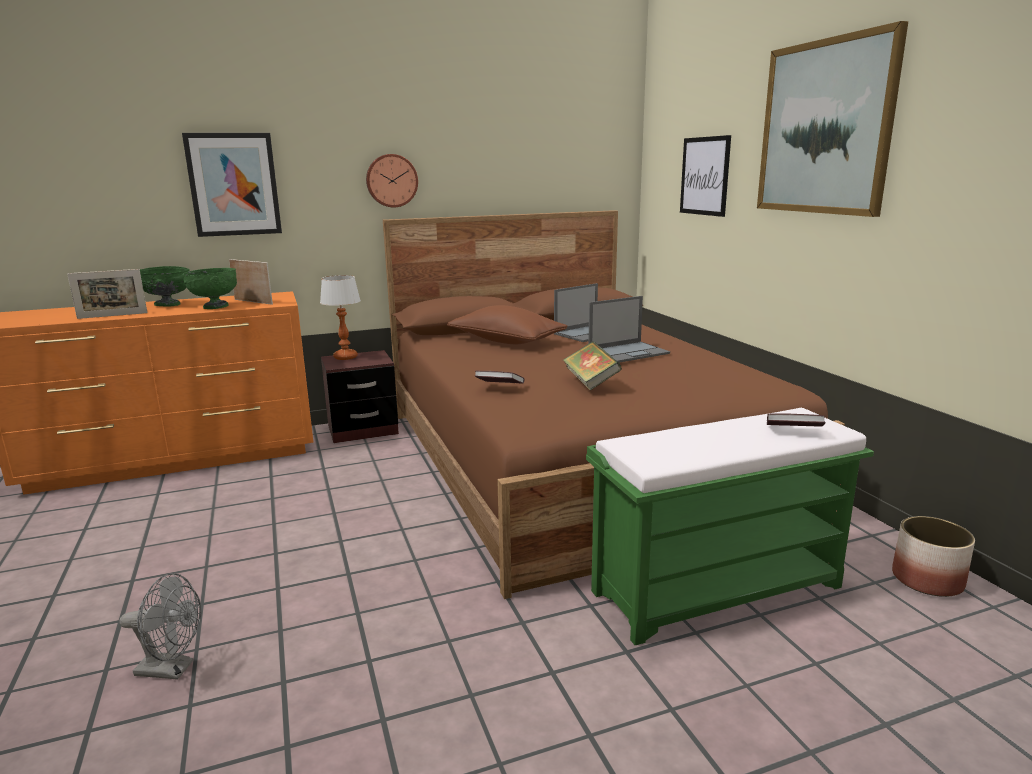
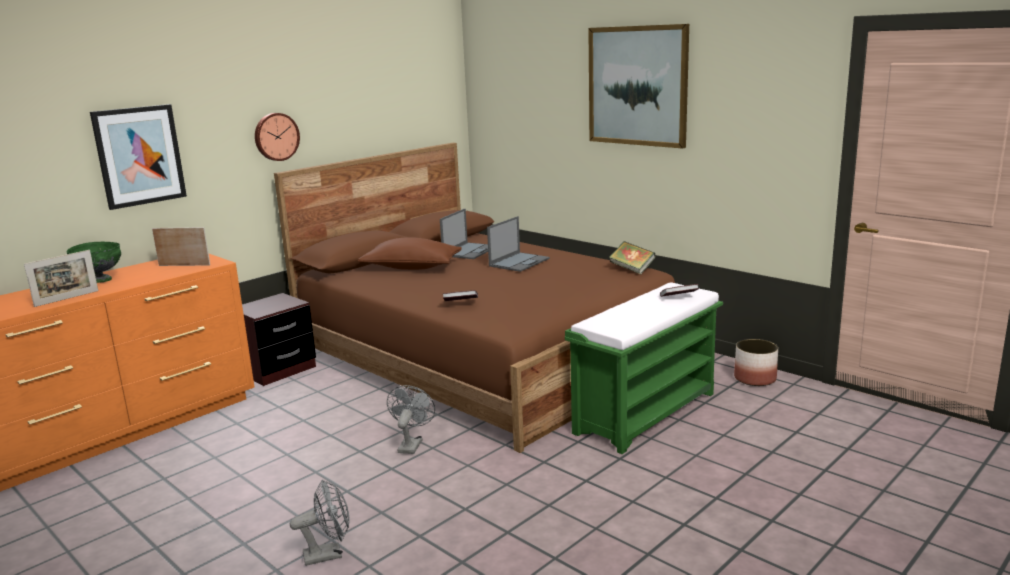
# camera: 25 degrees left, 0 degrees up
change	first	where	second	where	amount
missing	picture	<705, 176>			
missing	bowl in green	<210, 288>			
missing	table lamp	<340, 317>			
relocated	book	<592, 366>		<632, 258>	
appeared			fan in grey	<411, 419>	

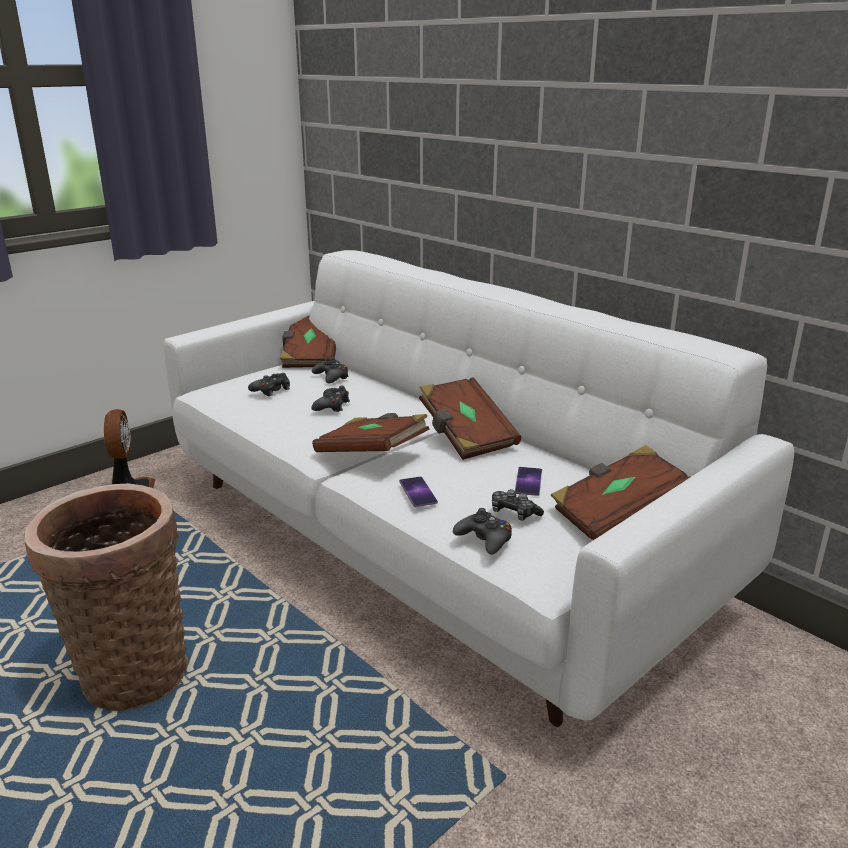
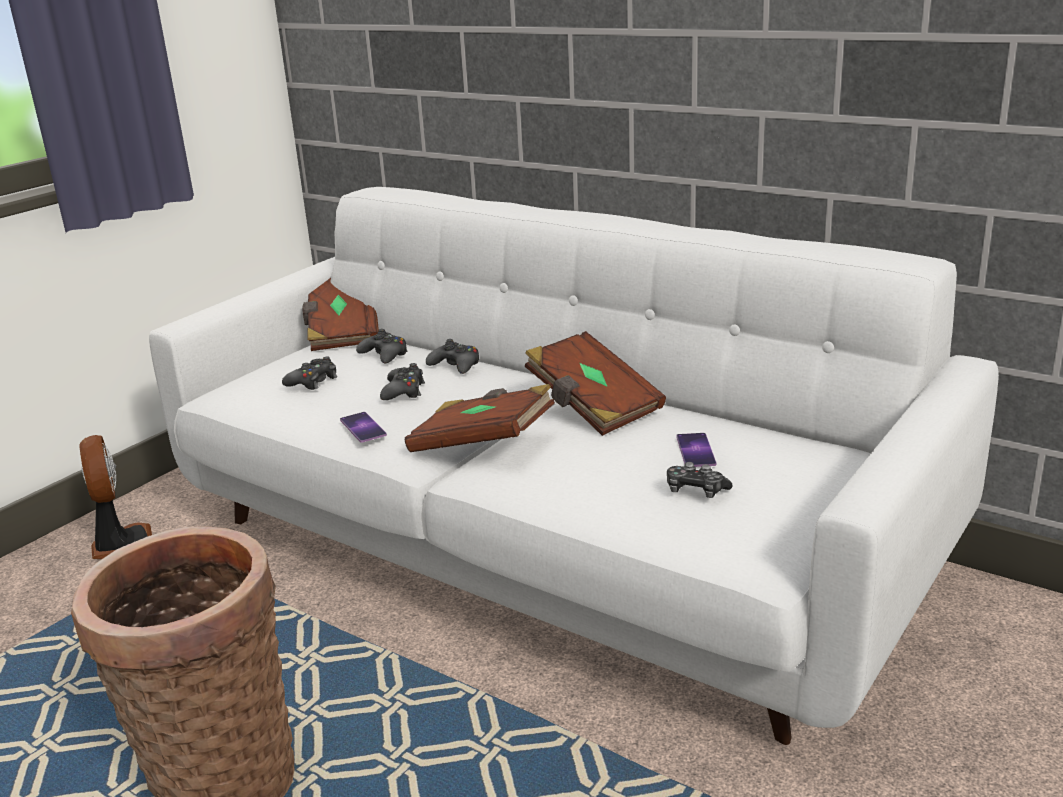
# camera: 10 degrees left, 0 degrees up
change	first	where	second	where	amount
missing	book in brown	<620, 492>			
relocated	phone	<418, 492>		<363, 427>	
relocated	game controller in black	<482, 531>		<452, 356>	

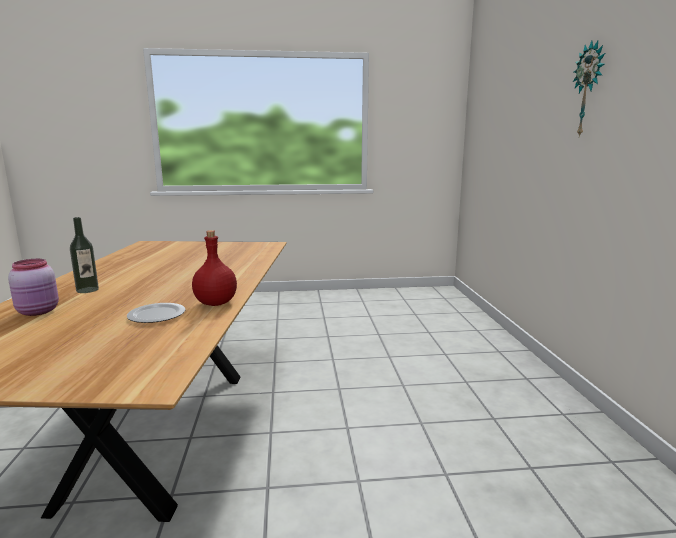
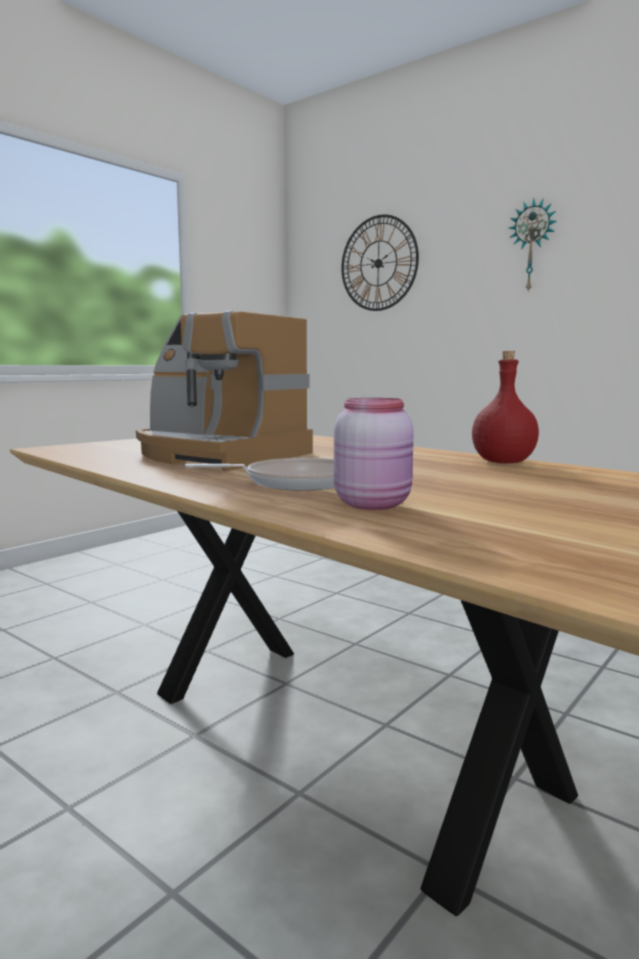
# camera: 45 degrees left, 5 degrees down
change	first	where	second	where	amount
exchanged	bottle	<84, 255>	frying pan	<260, 474>	
missing	plate	<156, 313>			
appeared			wall clock	<380, 263>	
appeared			coffee machine	<224, 390>	

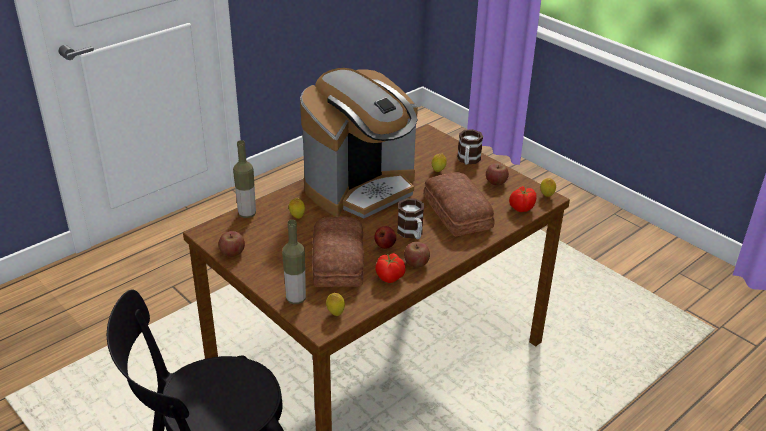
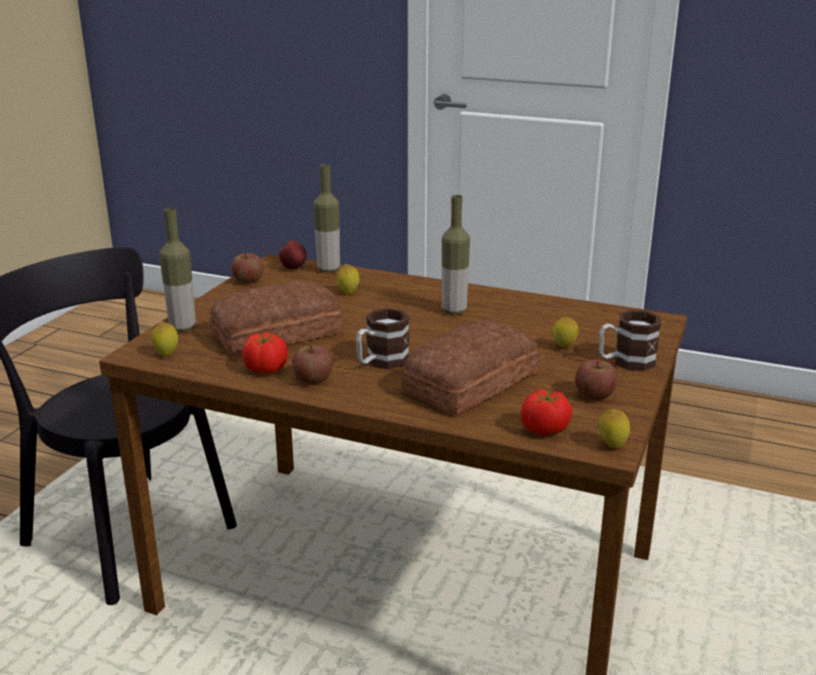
# camera: 65 degrees right, 10 degrees down
change	first	where	second	where	amount
exchanged	coffee machine	<359, 143>	bottle	<456, 255>	
relocated	apple	<385, 237>		<293, 254>	

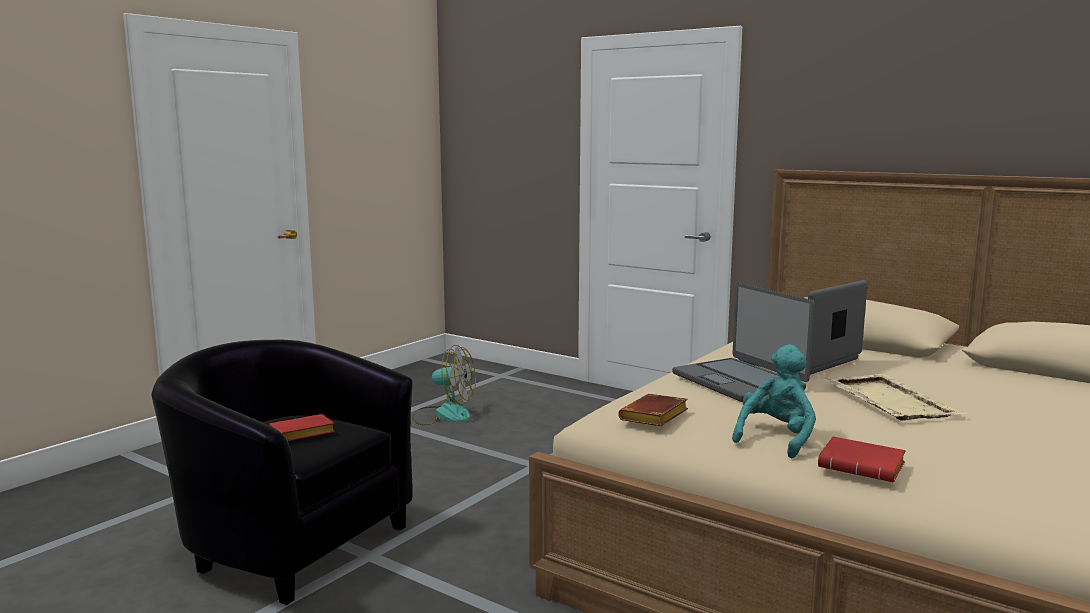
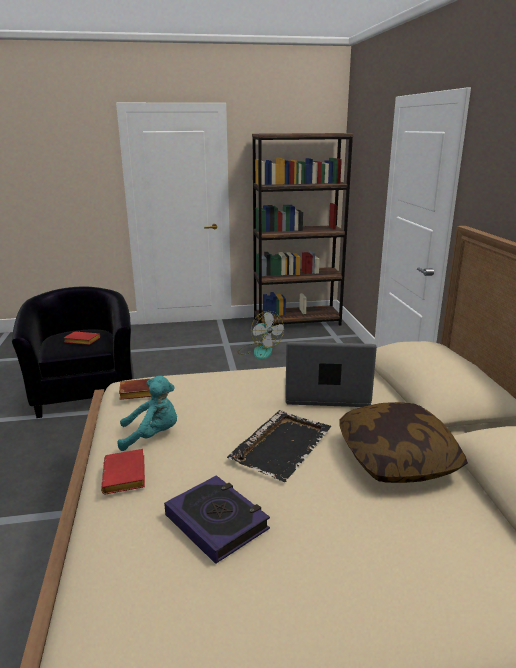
# camera: 45 degrees right, 10 degrees up
change	first	where	second	where	amount
missing	laptop	<743, 342>			
colour	tray in beige	<895, 397>	tray in black	<279, 446>	
appeared			bookcase in brown	<303, 229>	
appeared			pillow	<403, 442>	
appeared			book	<217, 519>	

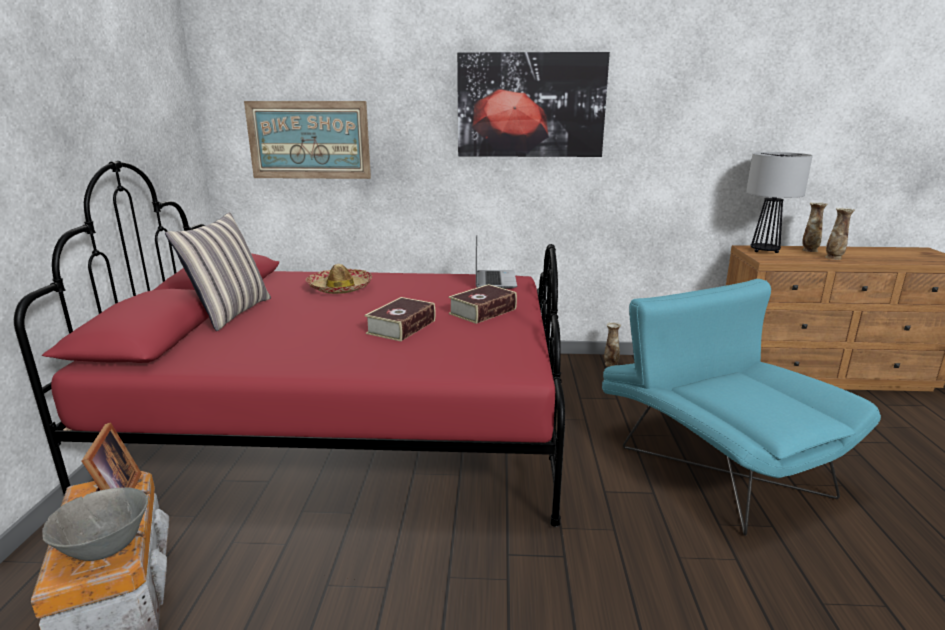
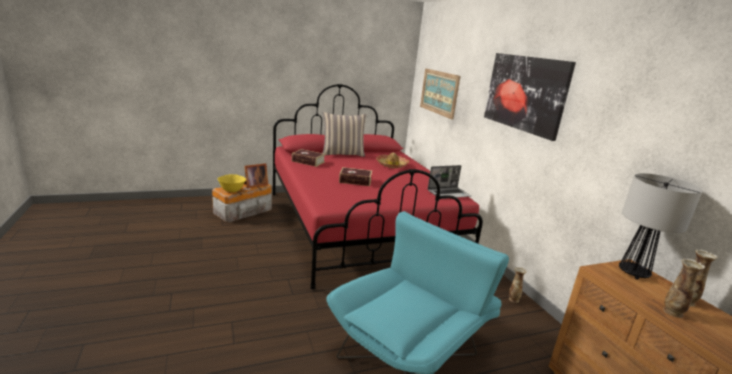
# camera: 65 degrees right, 0 degrees up
change	first	where	second	where	amount
relocated	book	<482, 304>		<308, 158>	
colour	bowl in grey	<95, 524>	bowl in yellow	<232, 183>	

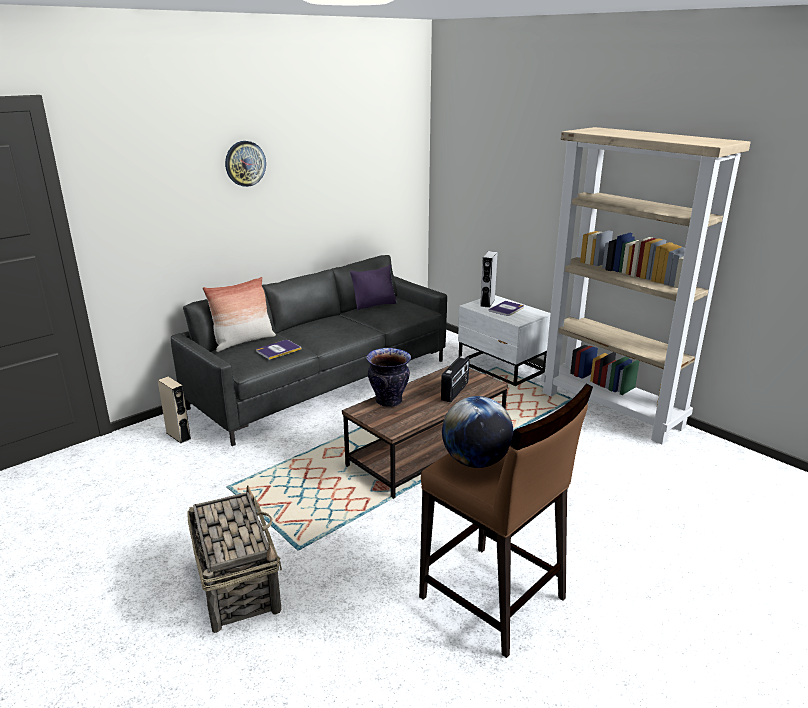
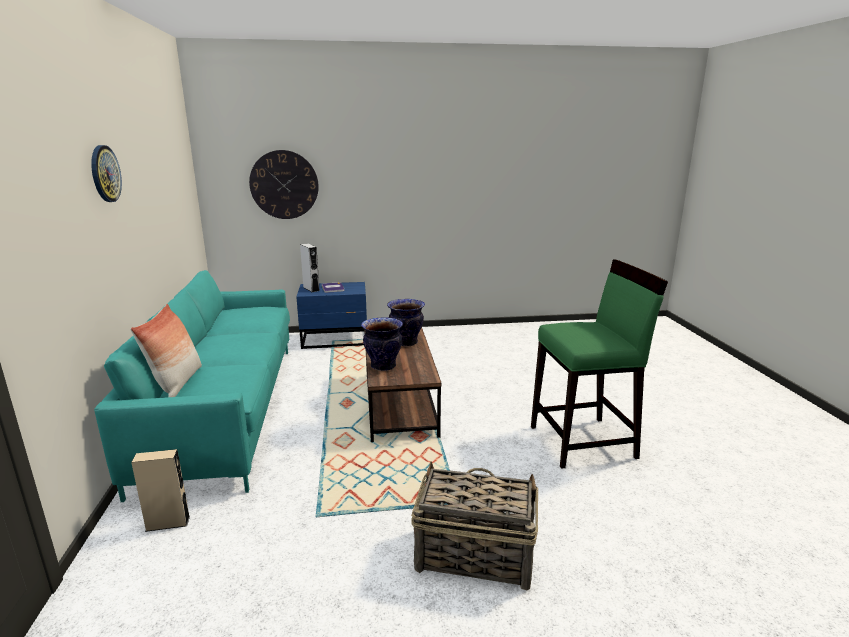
# camera: 55 degrees left, 5 degrees down
change	first	where	second	where	amount
missing	bookcase in beige	<646, 285>			
colour	sofa in grey	<309, 350>	sofa in turquoise	<192, 386>	
missing	pillow in purple	<373, 287>			
colour	nightstand in white	<504, 340>	nightstand in blue	<331, 315>	
missing	book	<278, 350>			
exchanged	radio	<455, 379>	vase	<406, 323>	
colour	stool in brown	<506, 520>	stool in green	<599, 364>	
missing	globe	<477, 432>			
appeared			wall clock	<284, 184>	

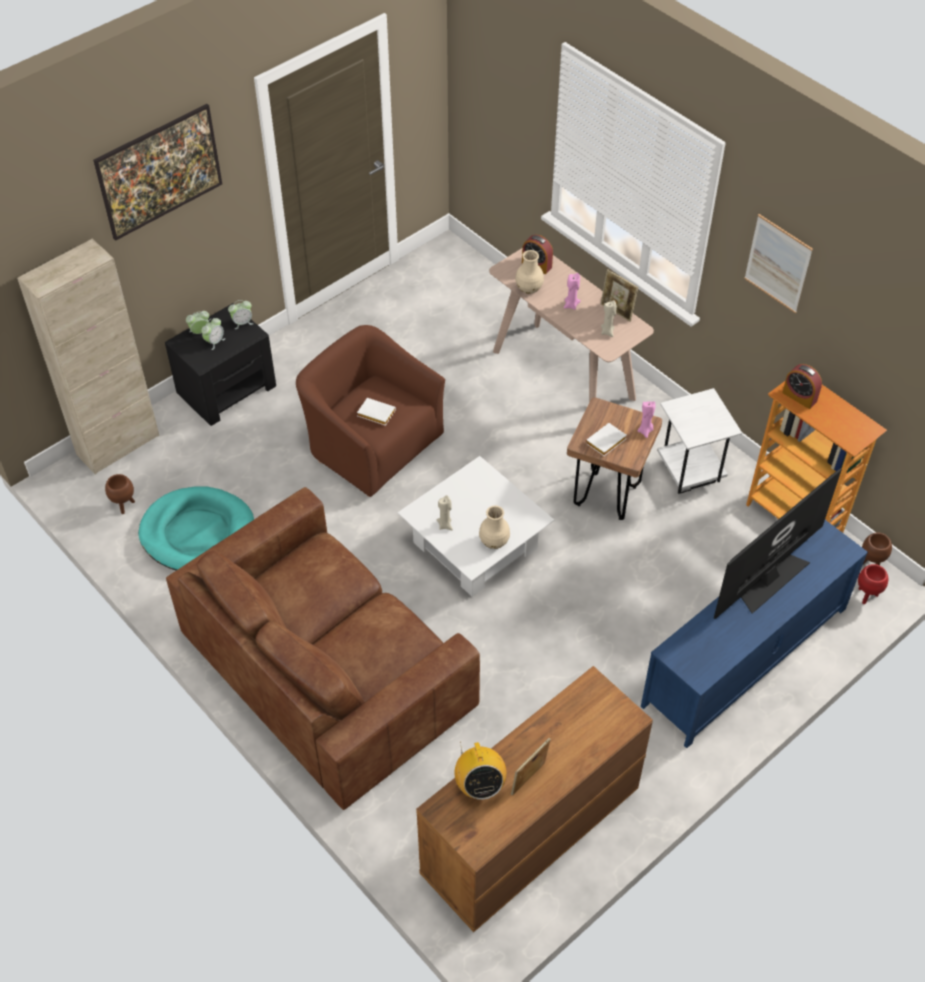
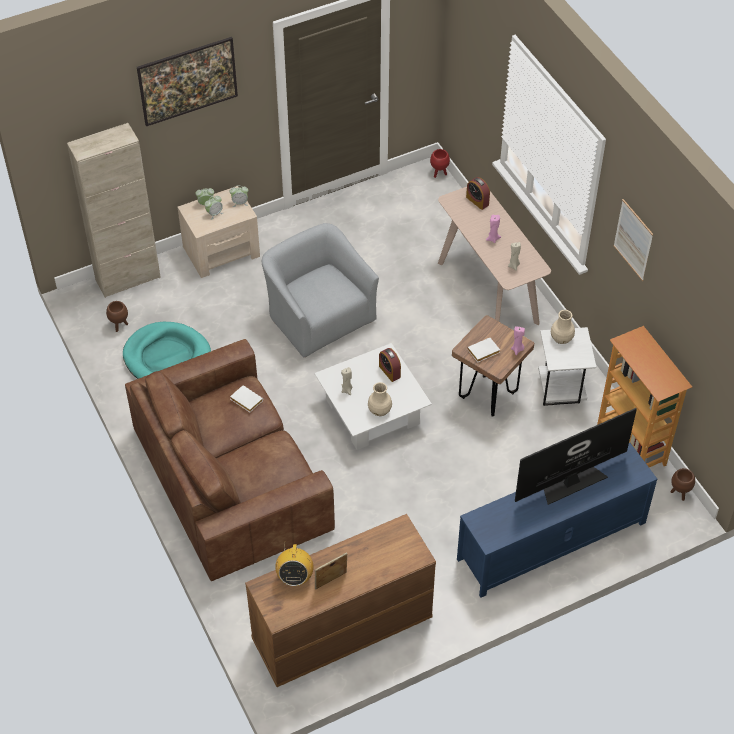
# camera: 15 degrees right, 0 degrees up
change	first	where	second	where	amount
relocated	vase in beige	<529, 272>		<563, 327>	
missing	picture frame	<619, 295>			
colour	nightstand in black	<220, 364>	nightstand in beige	<218, 232>	
colour	armchair in brown	<370, 411>	armchair in grey	<320, 290>	
relocated	alarm clock	<802, 386>		<390, 365>	
relocated	book in white	<376, 412>		<246, 398>	
relocated	planter in red	<873, 584>		<440, 163>	

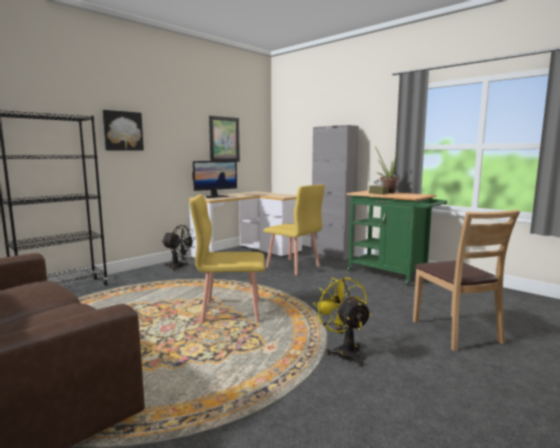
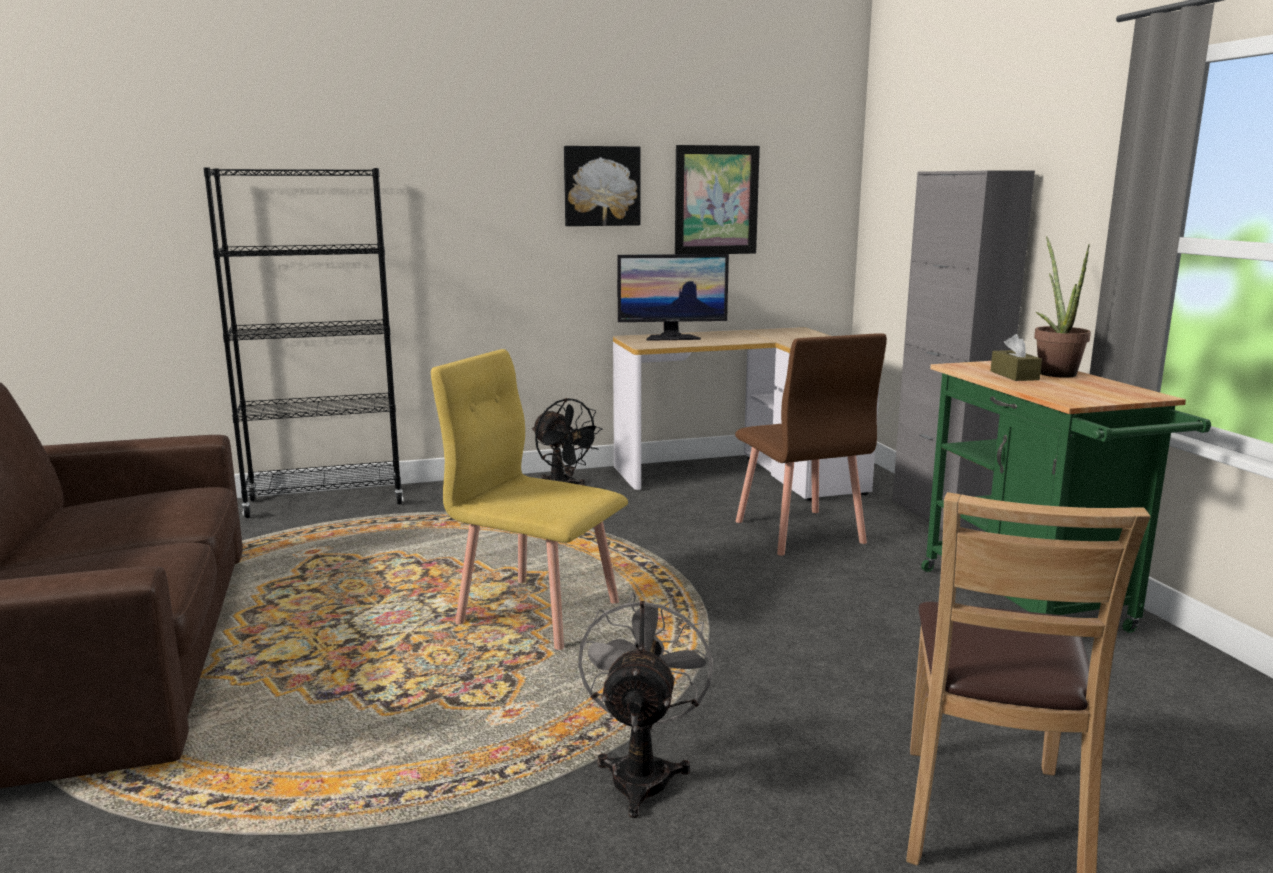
# camera: 30 degrees right, 5 degrees up
change	first	where	second	where	amount
relocated	picture	<123, 130>		<602, 186>	
colour	chair in yellow	<294, 229>	chair in brown	<811, 444>	
colour	fan in yellow	<342, 321>	fan in grey	<645, 705>	

